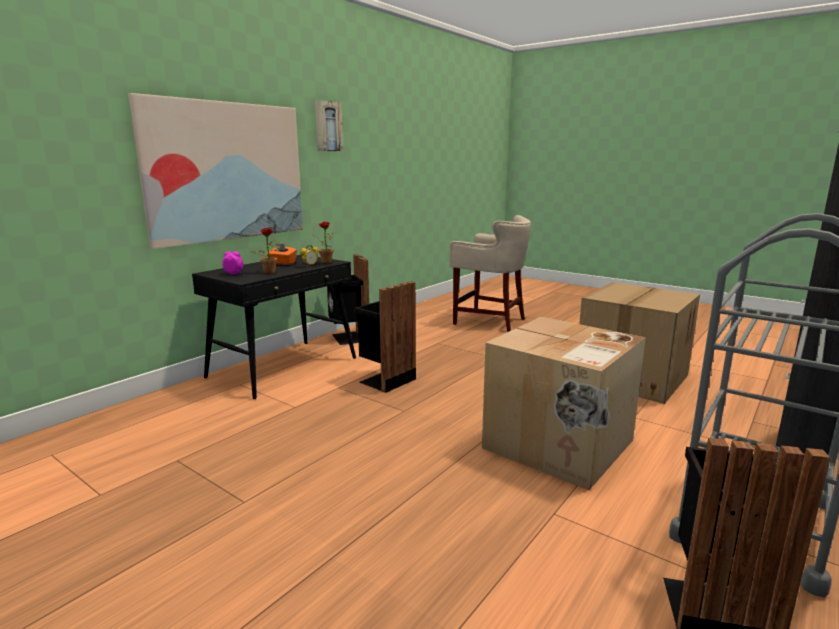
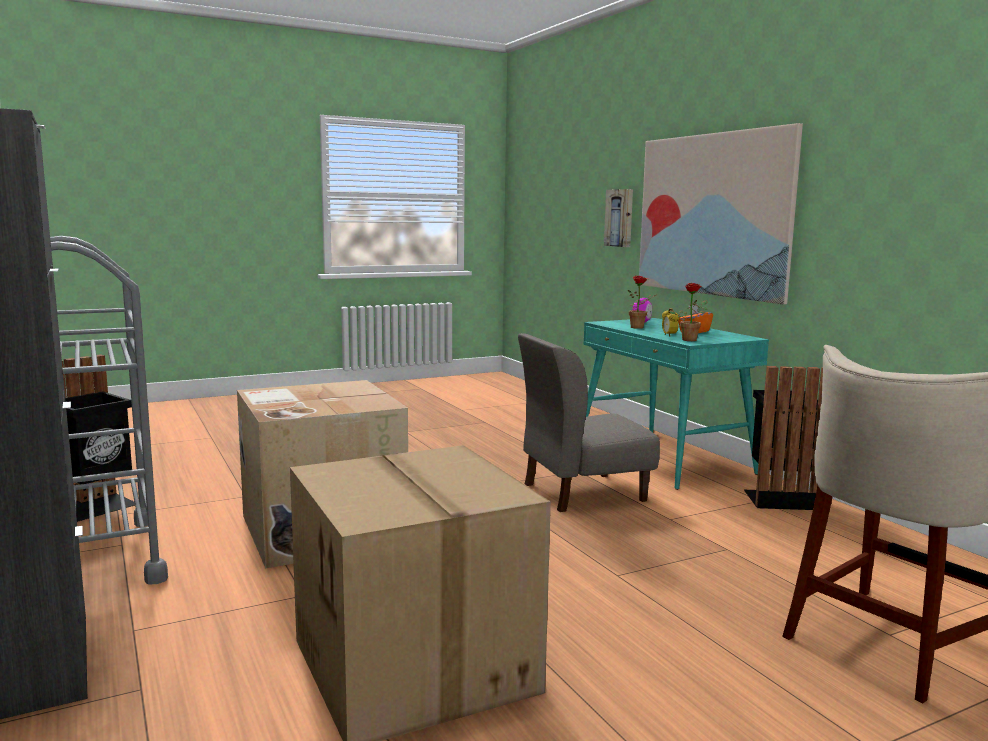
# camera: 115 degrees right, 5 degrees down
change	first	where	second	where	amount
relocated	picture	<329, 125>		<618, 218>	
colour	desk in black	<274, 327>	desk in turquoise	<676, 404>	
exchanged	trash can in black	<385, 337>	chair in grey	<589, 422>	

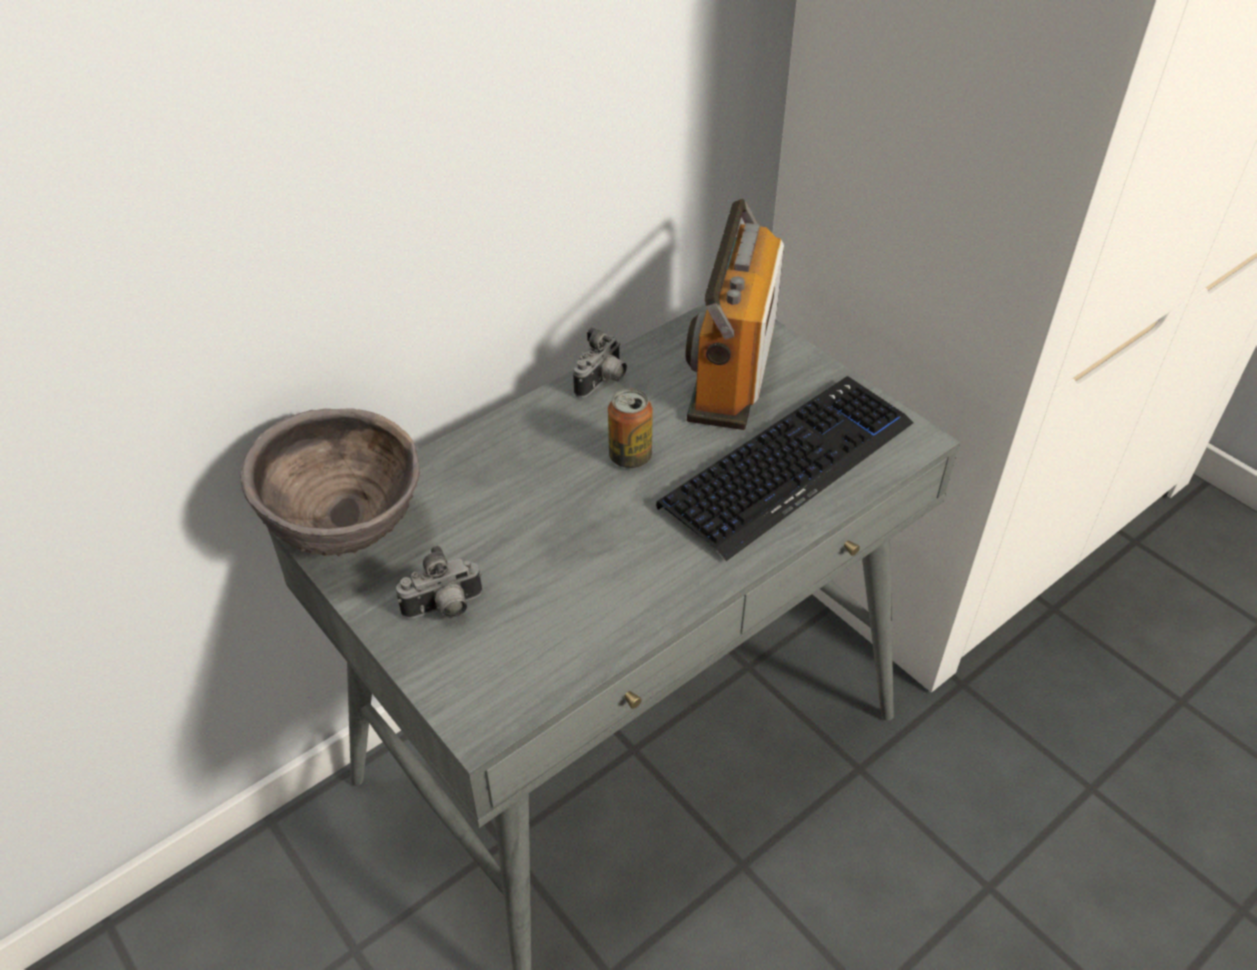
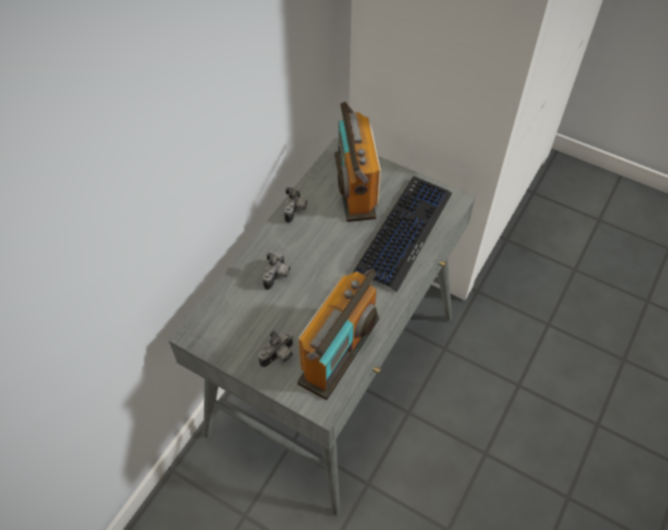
# camera: 20 degrees left, 10 degrees up
change	first	where	second	where	amount
missing	can	<630, 428>			
missing	bowl in brown	<330, 483>			
appeared			photo camera	<276, 270>	
appeared			radio	<338, 334>	

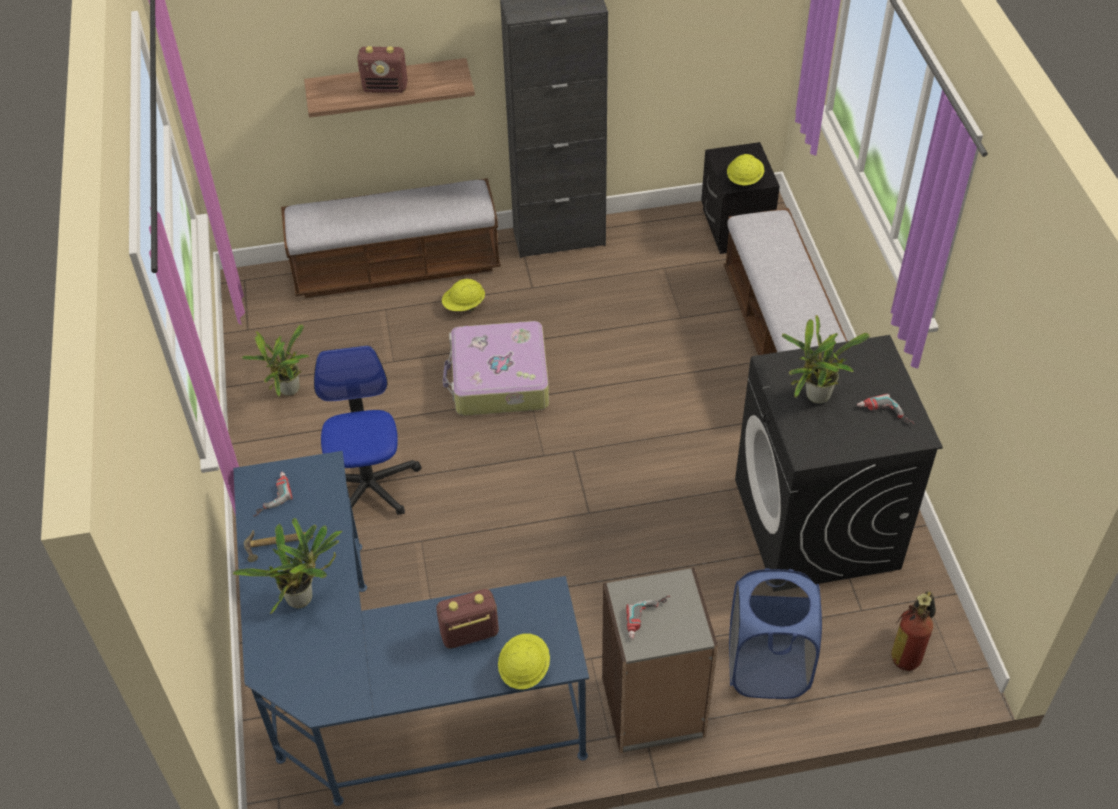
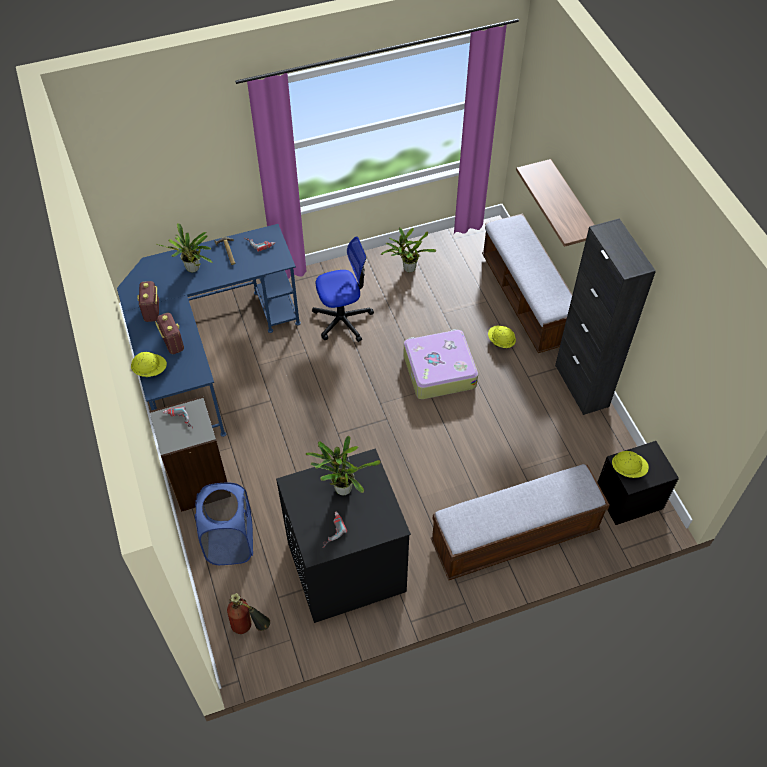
# camera: 80 degrees right, 5 degrees up
change	first	where	second	where	amount
relocated	radio	<382, 69>		<148, 301>	

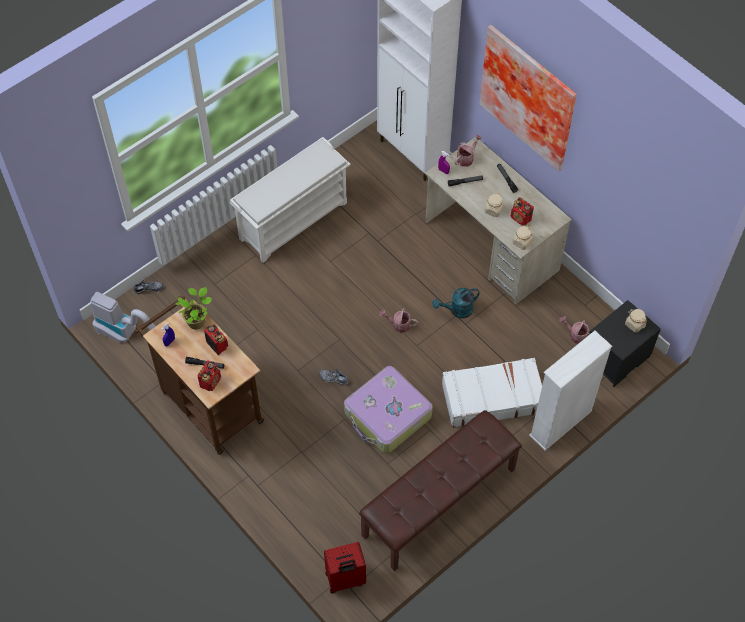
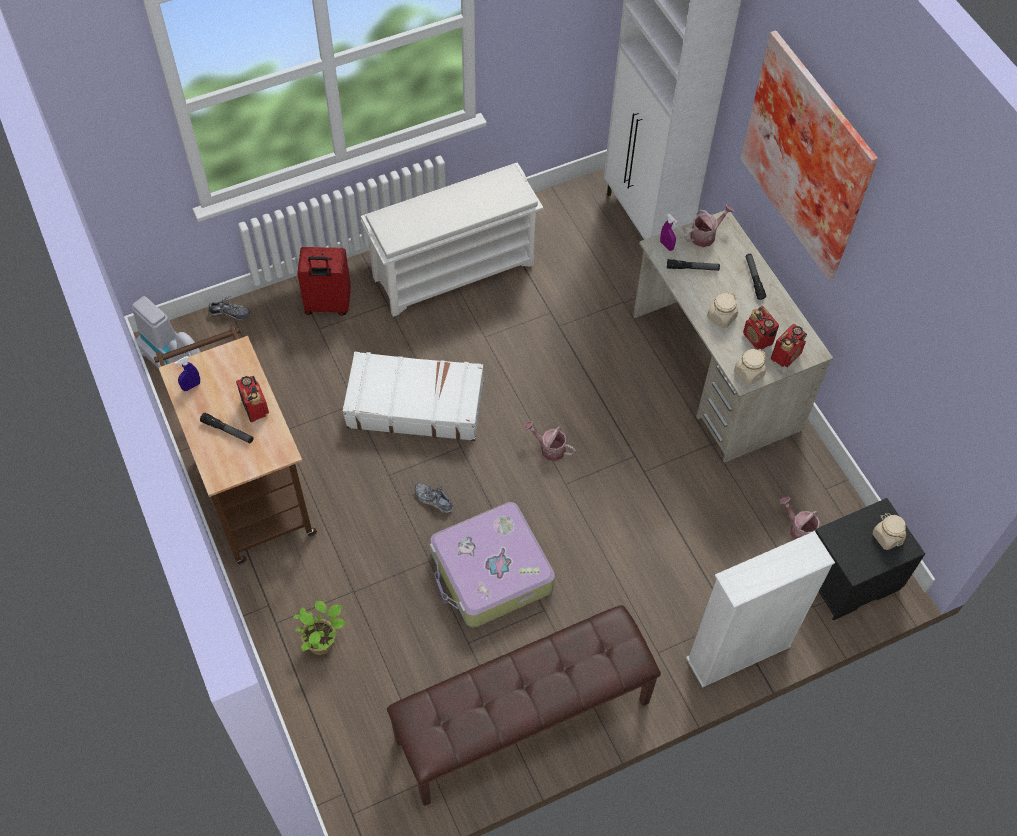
# camera: 15 degrees right, 0 degrees up
change	first	where	second	where	amount
relocated	potted plant	<193, 308>		<319, 628>	
missing	watering can in turquoise	<456, 303>			
relocated	suitcase in white	<492, 392>		<412, 396>	
relocated	radio	<209, 375>		<789, 345>	
relocated	suitcase in red	<345, 567>		<324, 281>	

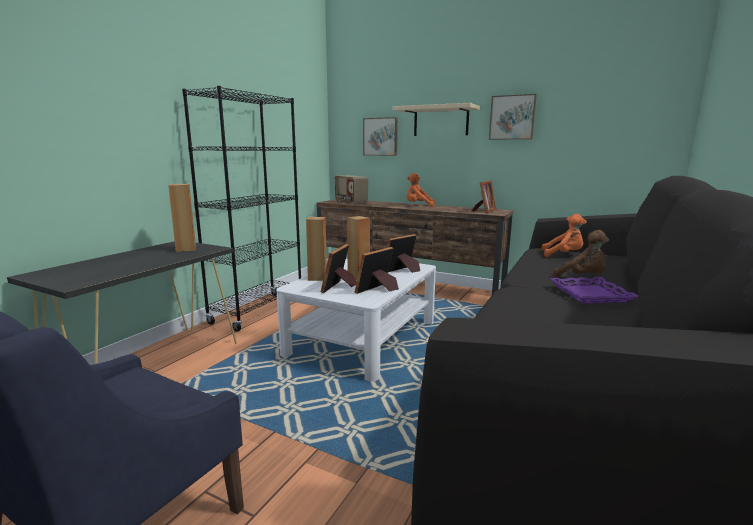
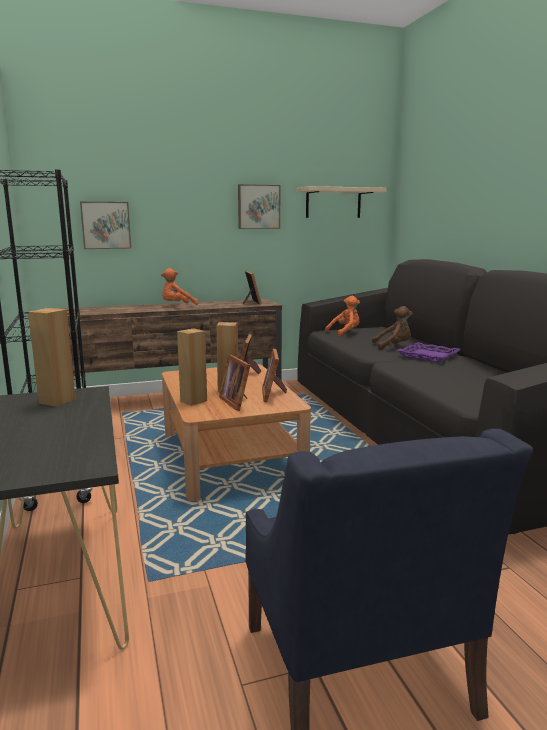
# camera: 45 degrees left, 0 degrees up
change	first	where	second	where	amount
relocated	shelf in beige	<436, 119>		<341, 202>	
missing	radio	<351, 189>			
colour	coffee table in white	<356, 320>	coffee table in brown	<236, 432>	

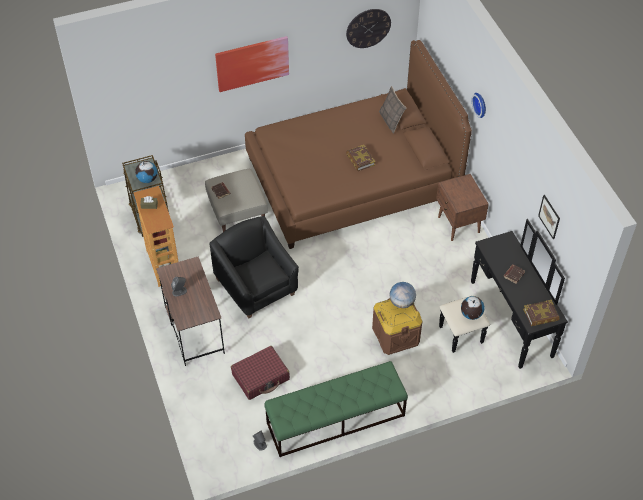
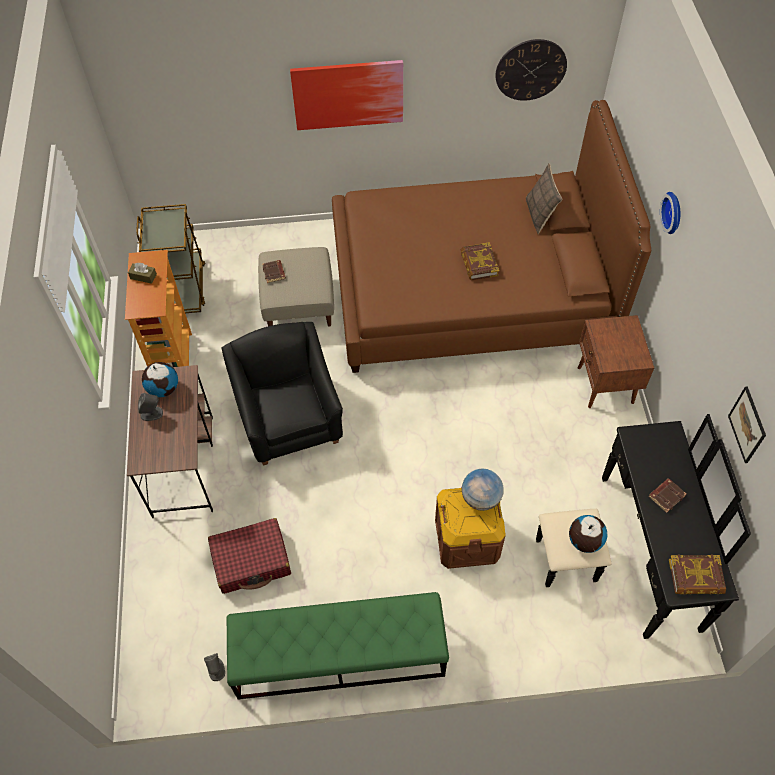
# camera: 15 degrees right, 5 degrees up
change	first	where	second	where	amount
relocated	globe	<146, 172>		<160, 379>	

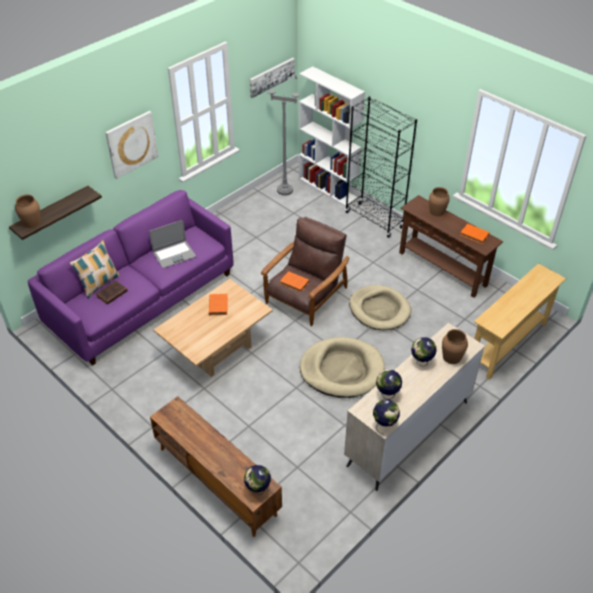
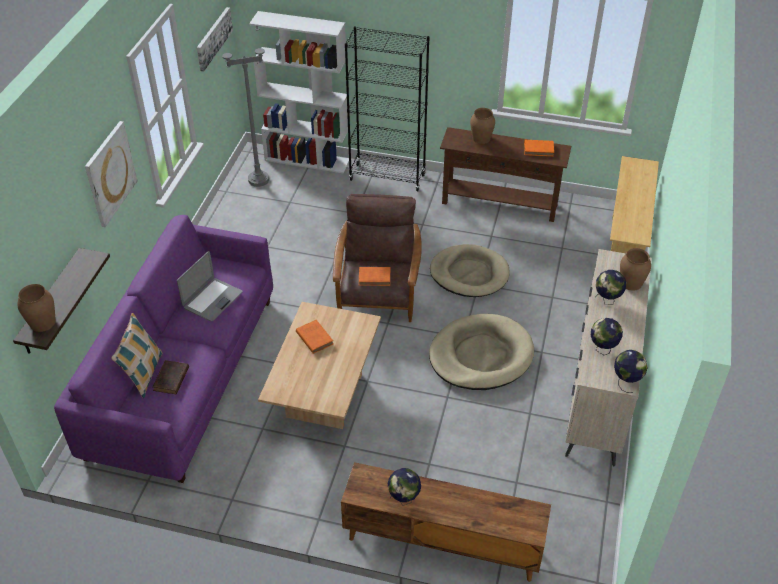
# camera: 30 degrees left, 0 degrees up
change	first	where	second	where	amount
relocated	globe	<257, 480>		<404, 487>	

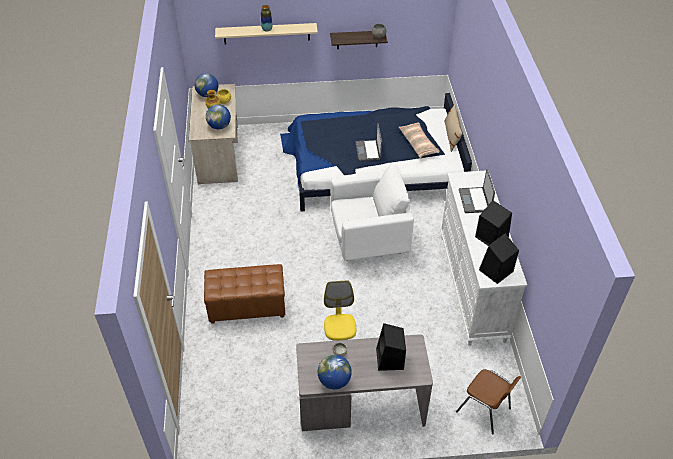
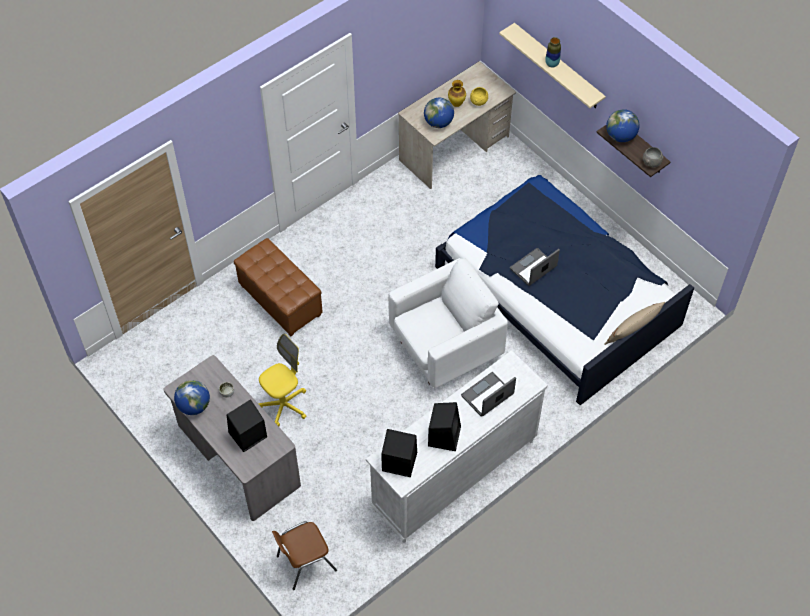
# camera: 55 degrees right, 10 degrees up
change	first	where	second	where	amount
relocated	globe	<206, 85>		<623, 125>	
missing	pillow	<419, 140>			
spun	armchair in white	<372, 213>		<448, 323>	75 degrees counterclockwise
spun	chair in brown	<488, 401>		<304, 555>	60 degrees clockwise

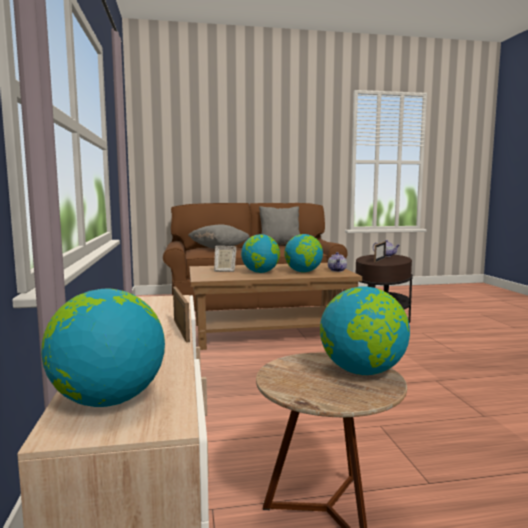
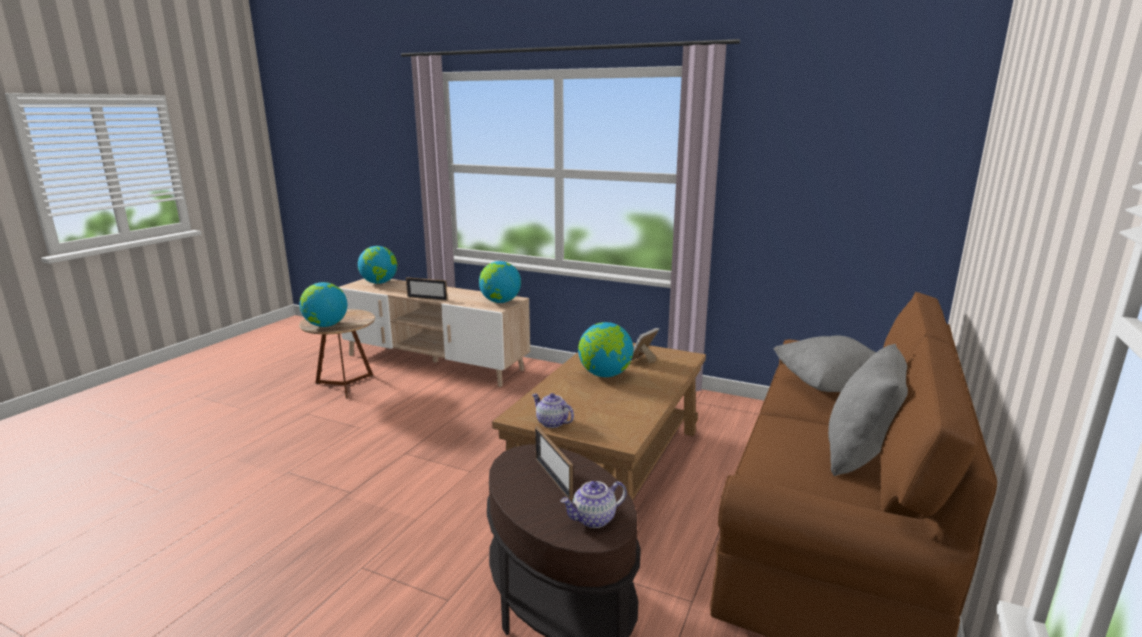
# camera: 125 degrees right, 10 degrees up
change	first	where	second	where	amount
relocated	globe	<303, 253>		<500, 282>	

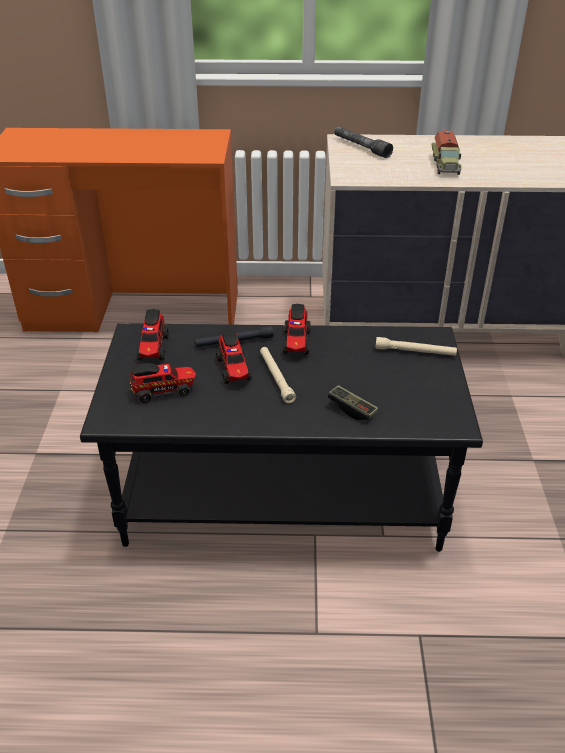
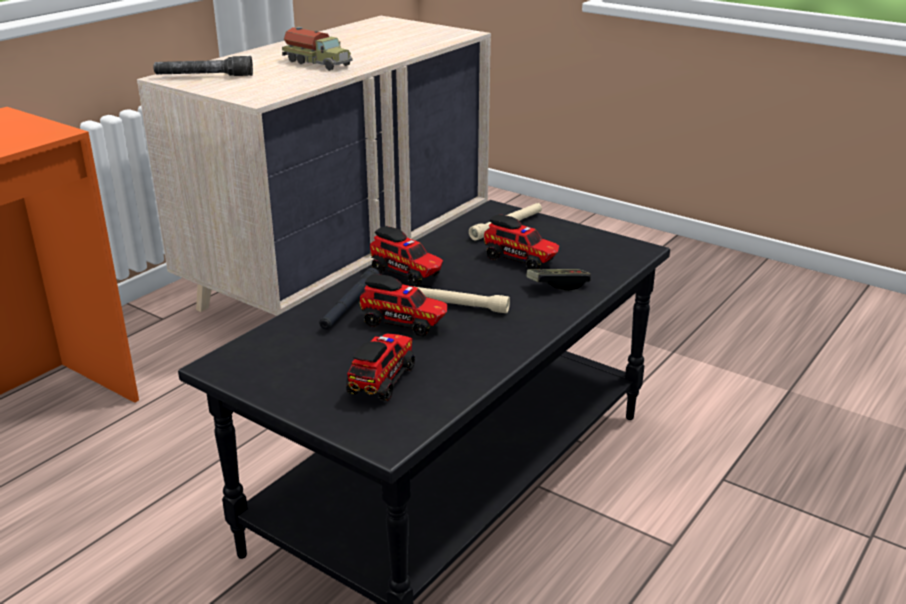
# camera: 55 degrees left, 10 degrees down
change	first	where	second	where	amount
relocated	toy truck	<152, 334>		<521, 241>	

